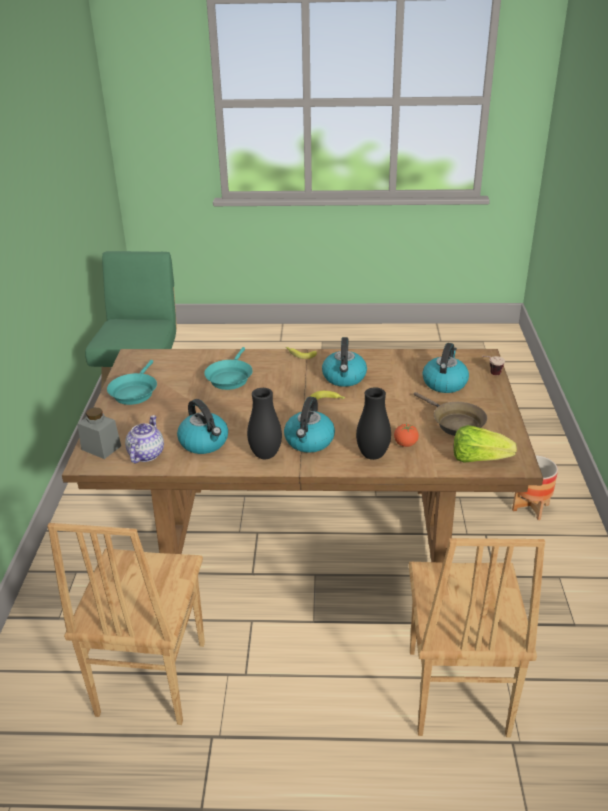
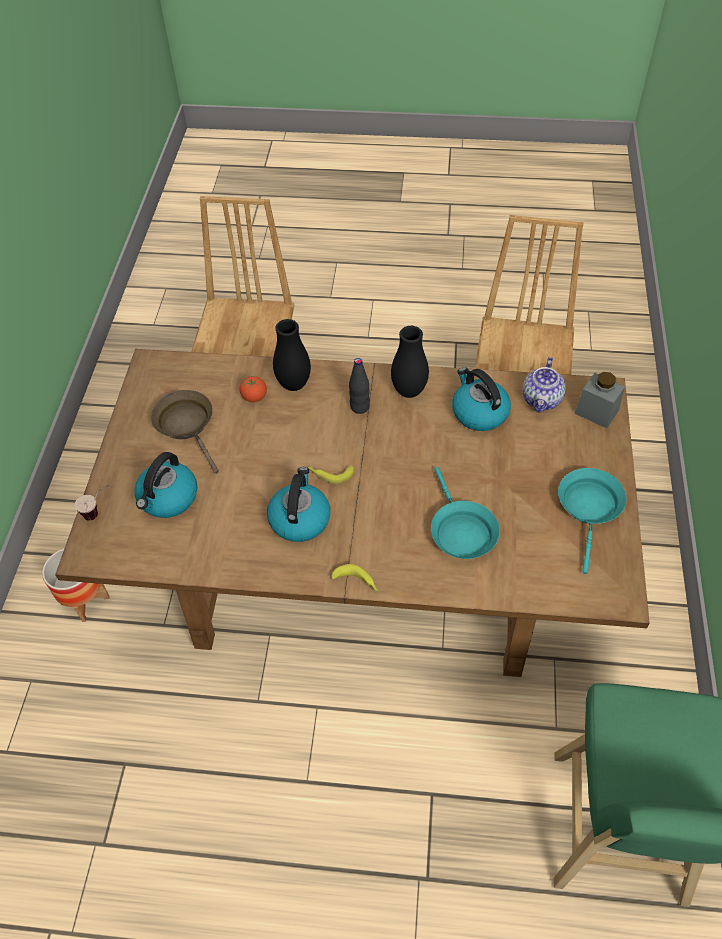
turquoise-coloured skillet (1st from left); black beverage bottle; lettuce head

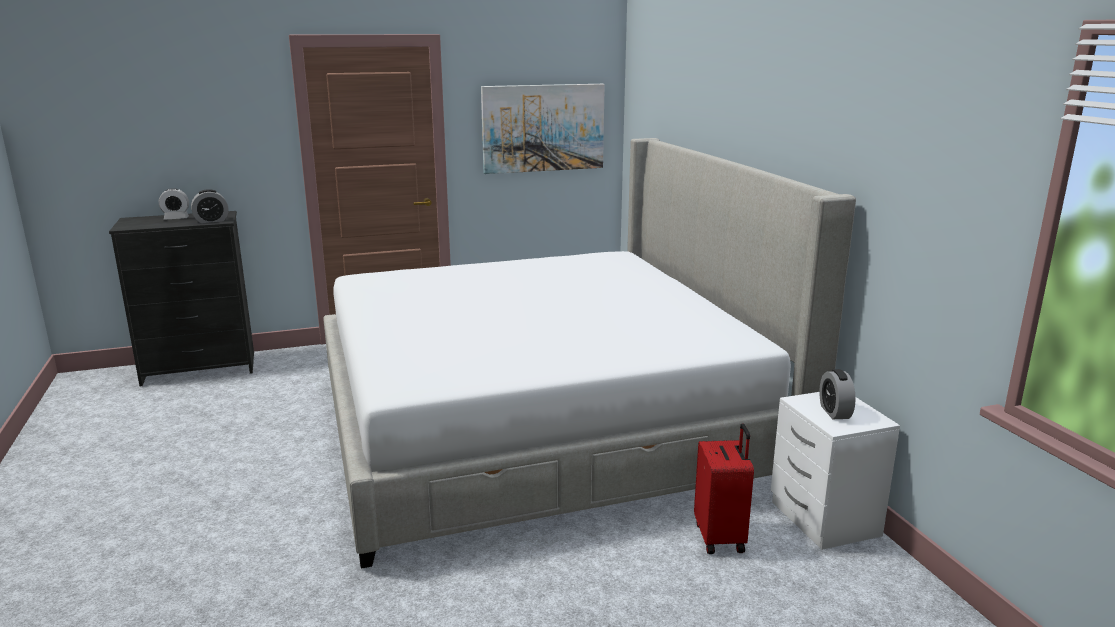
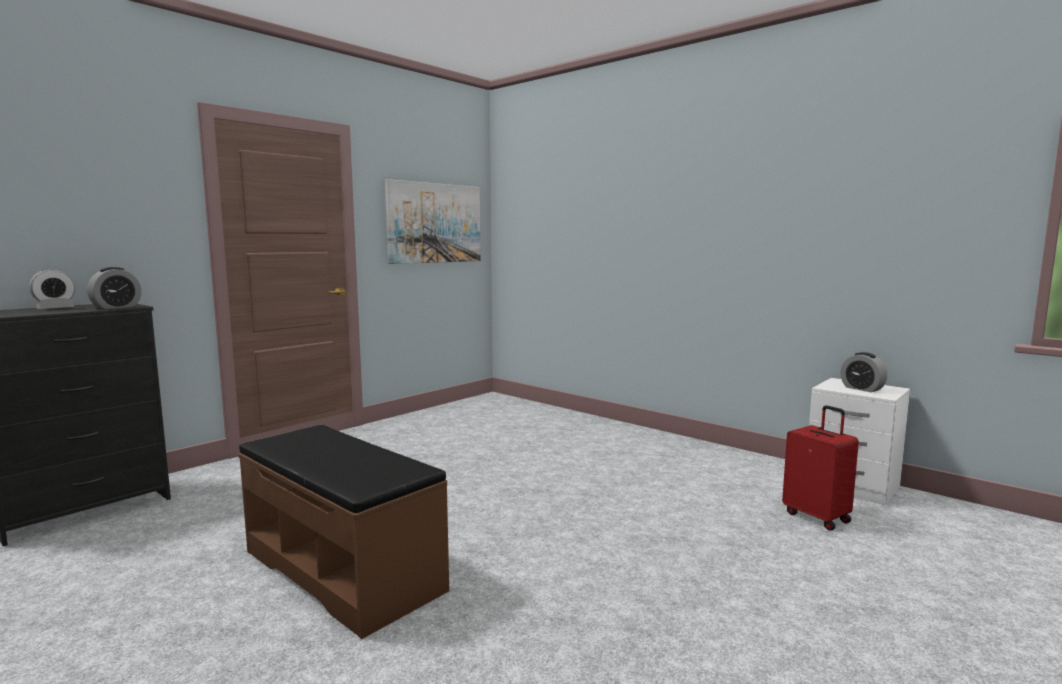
bedroom bed; brown indoor bench

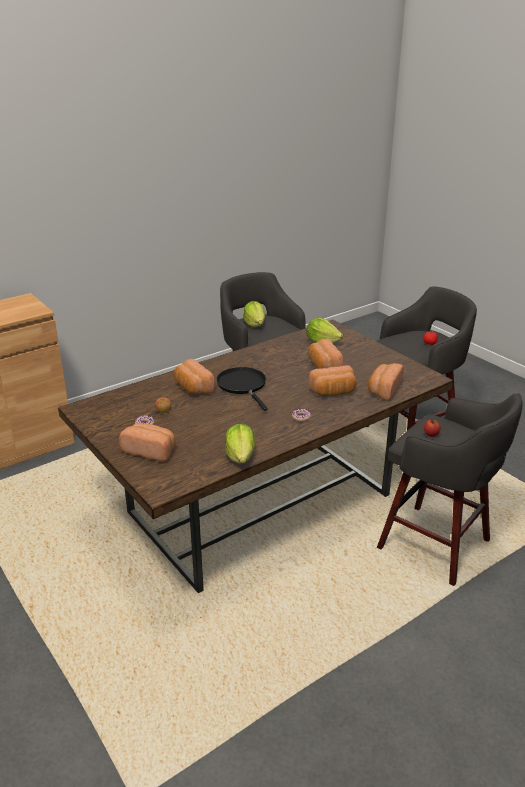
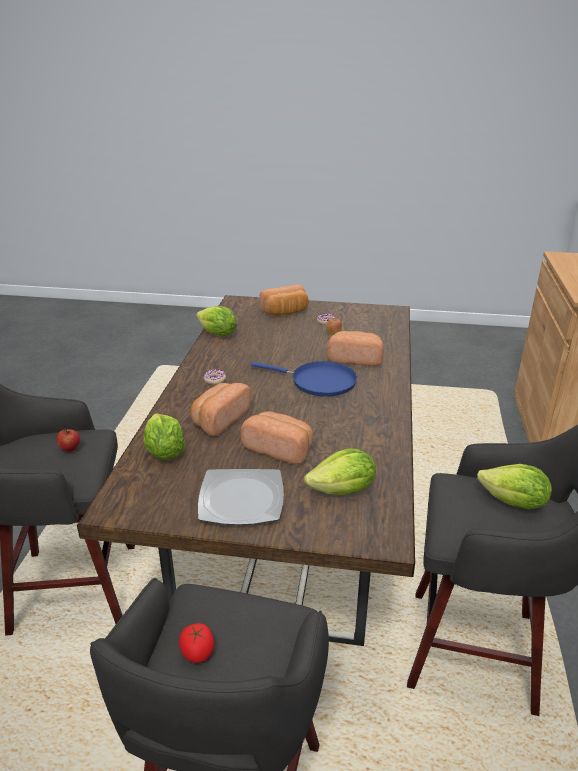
blue skillet; lettuce head (1st from left); plate

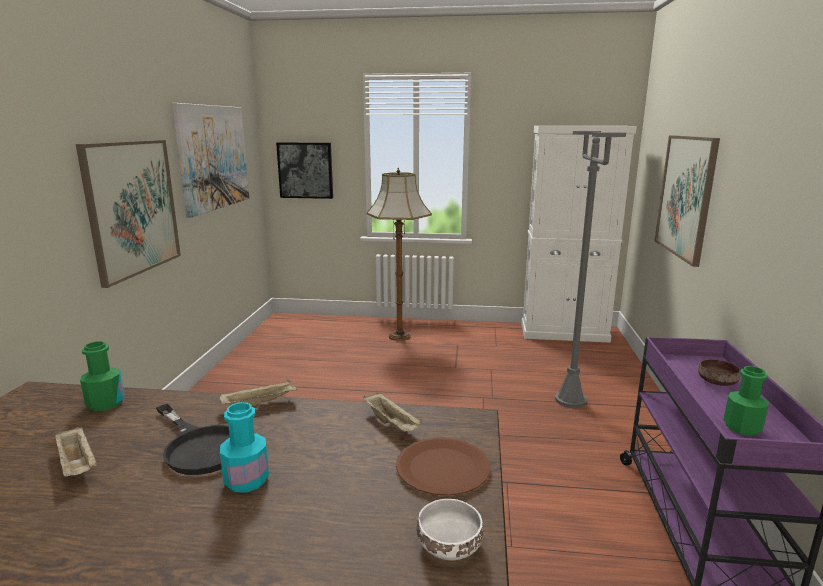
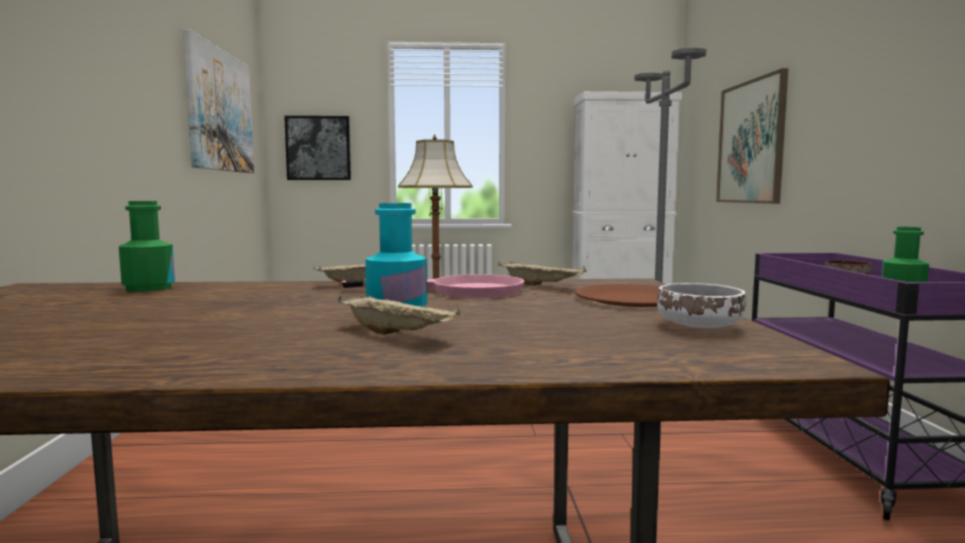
sand-coloured serving tray (2nd from left); wall art (1st from left in the first image); black skillet; pinkish skillet

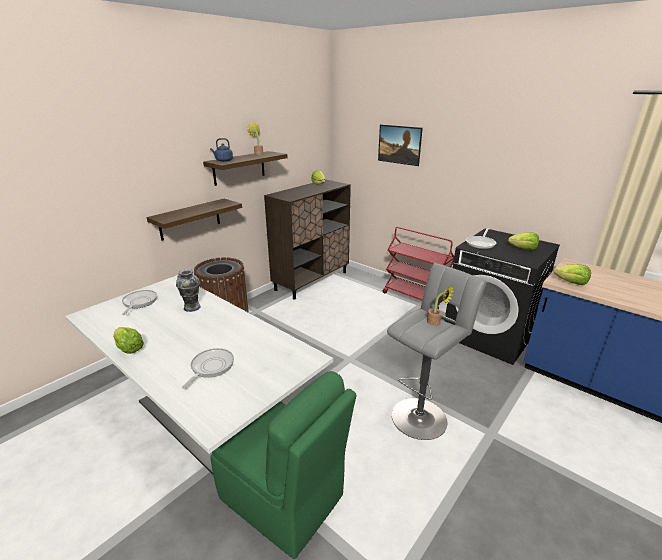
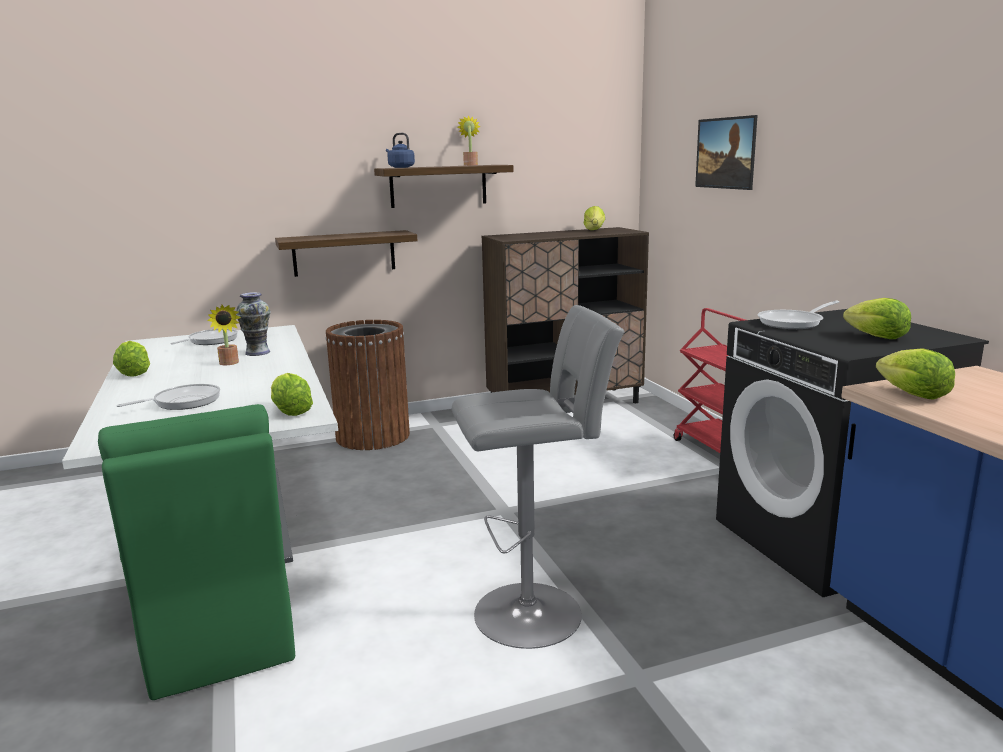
potted plant (1st from left); lettuce head (2nd from left)

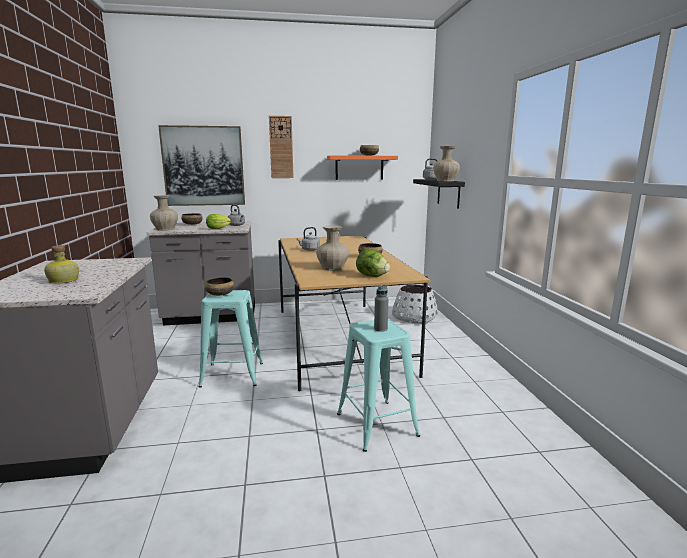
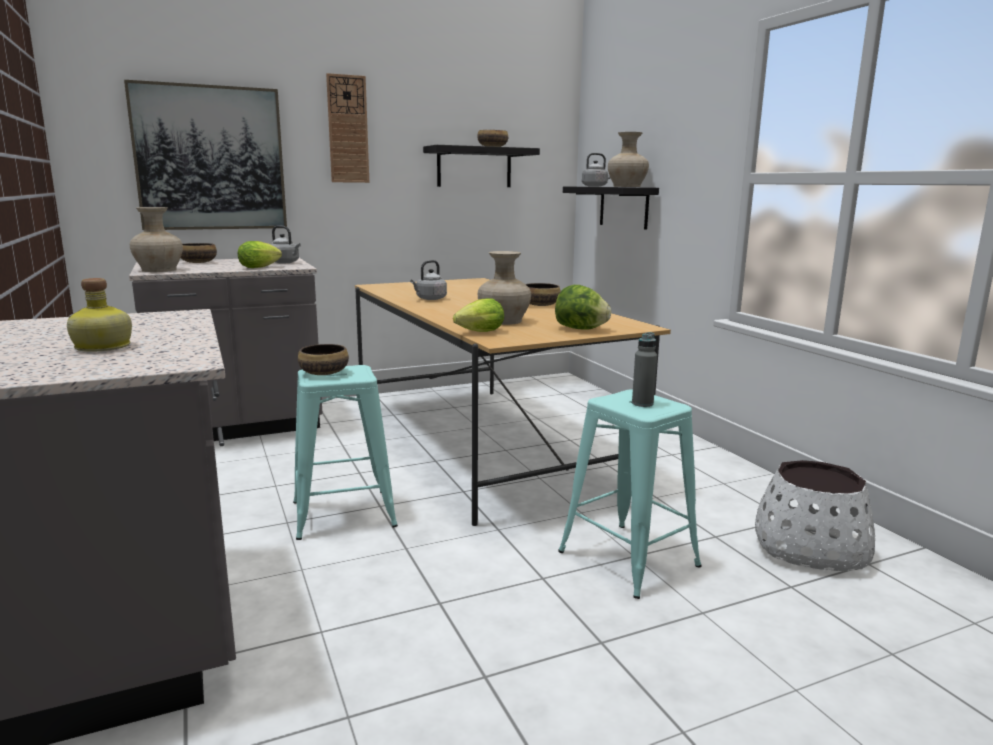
black wall shelf (1st from left); white flower pot; lettuce head (2nd from left)

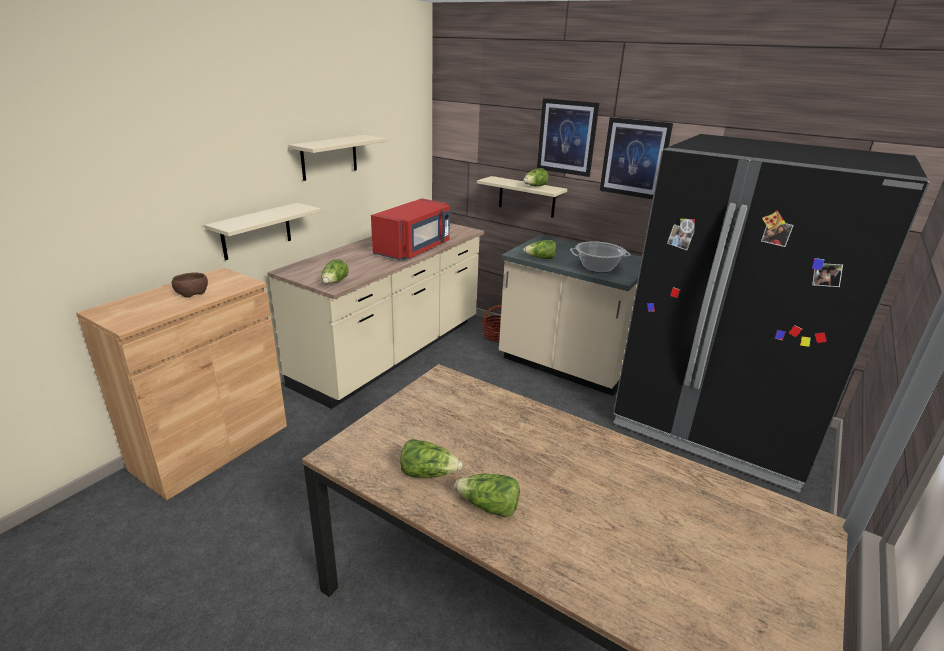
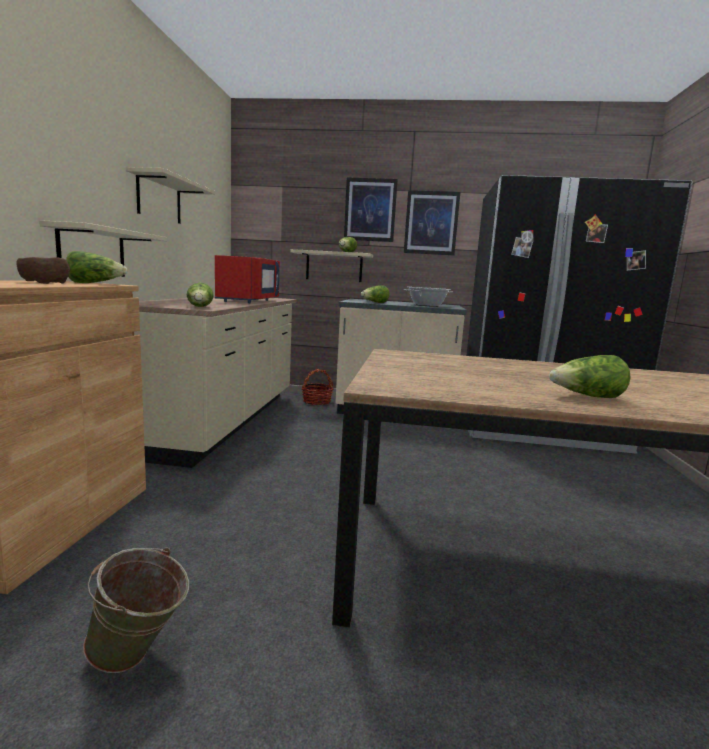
lettuce head (1st from left); greenish bucket

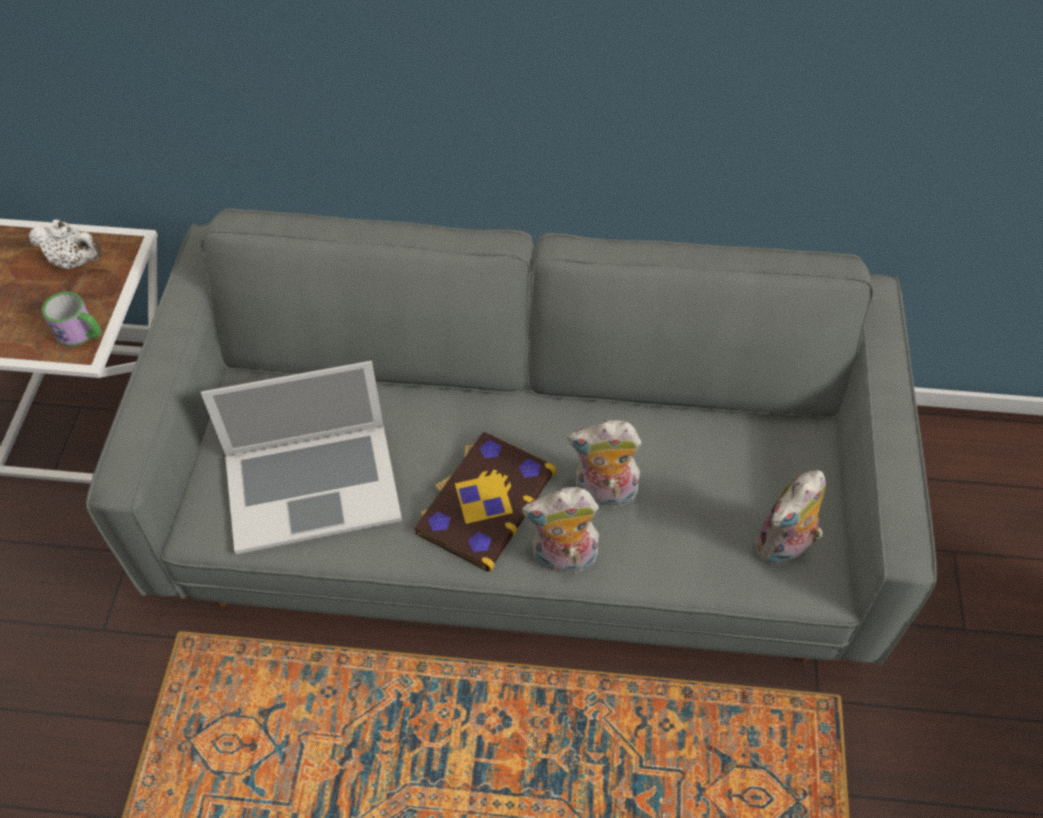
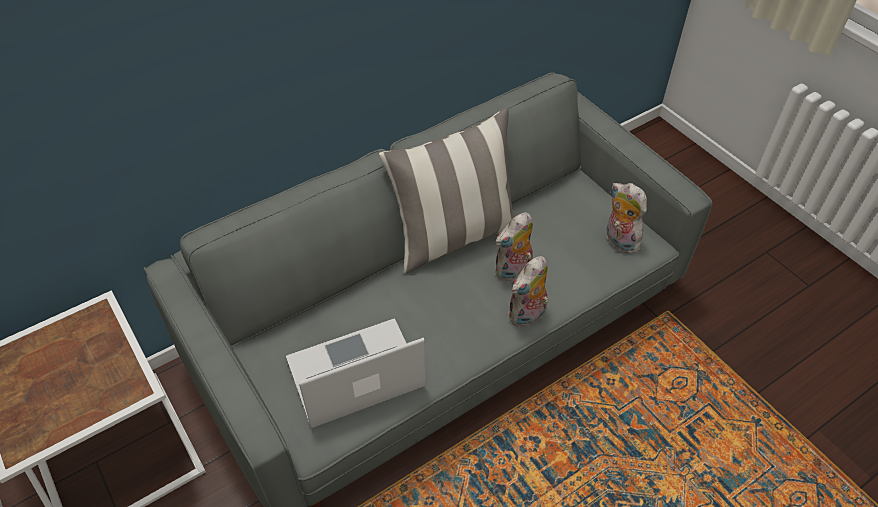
white teapot; tea mug; laptop; bound book; cuddly toy (3rd from left); cushion

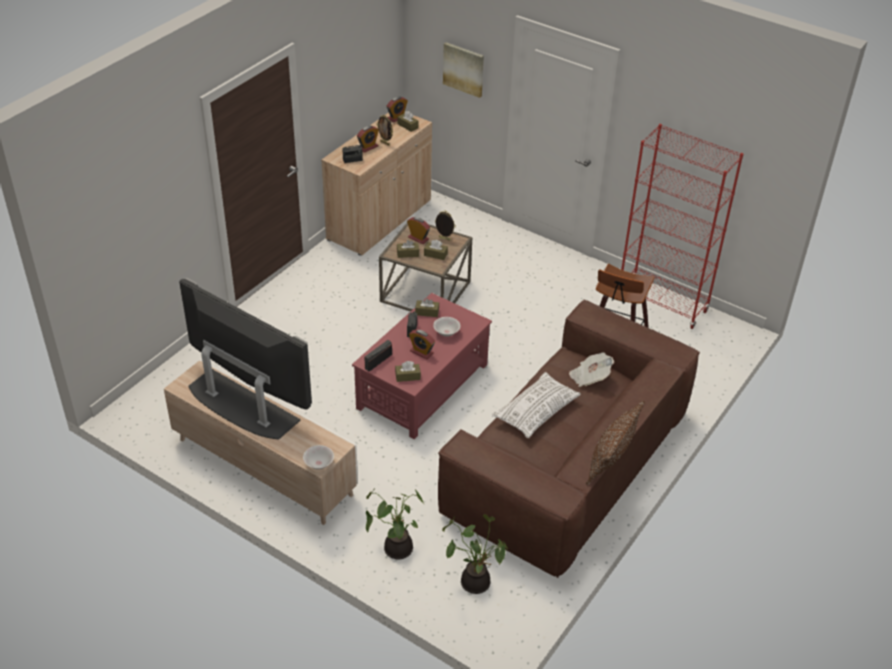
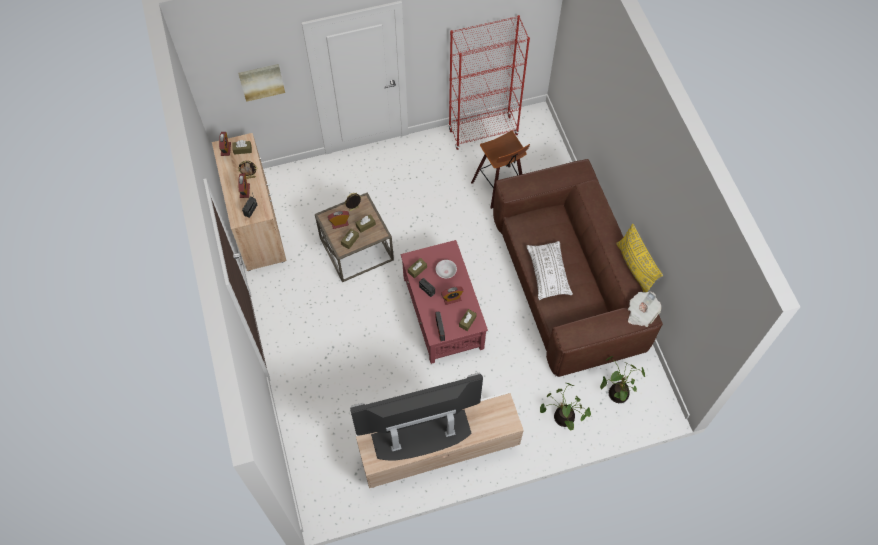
white serving bowl (1st from left in the first image); printed paper; yellow-coloured cushion

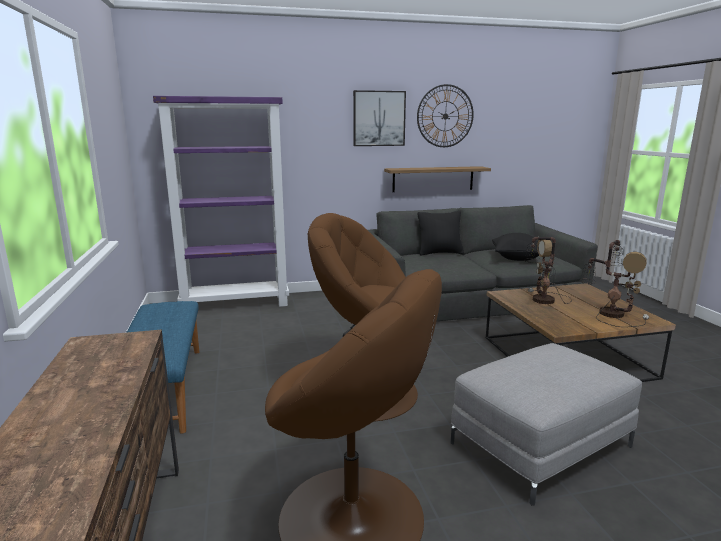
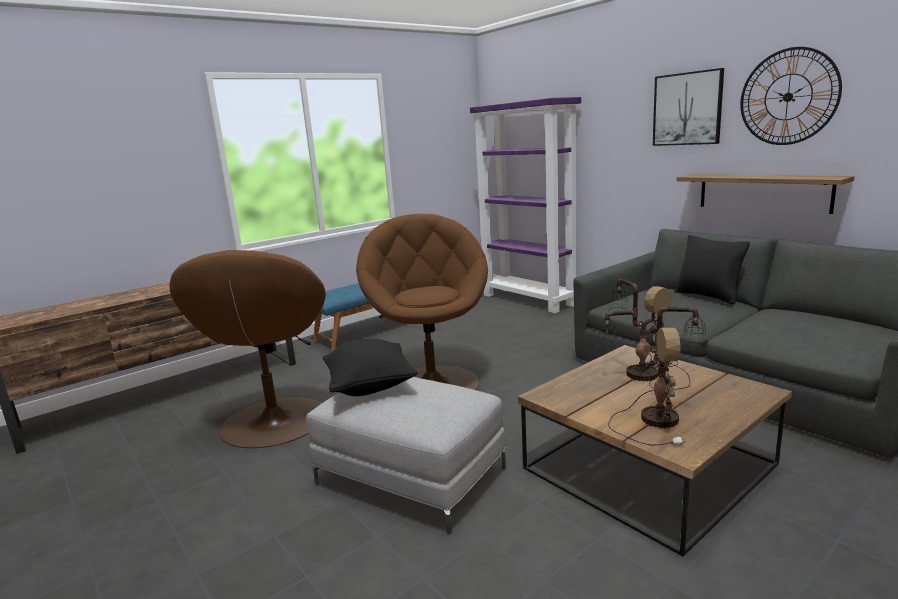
black cushion (1st from left)

